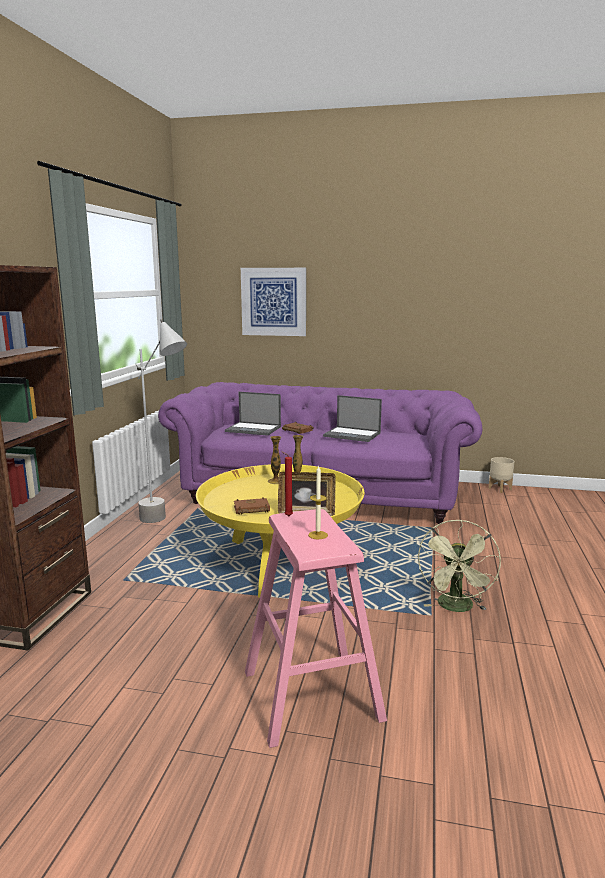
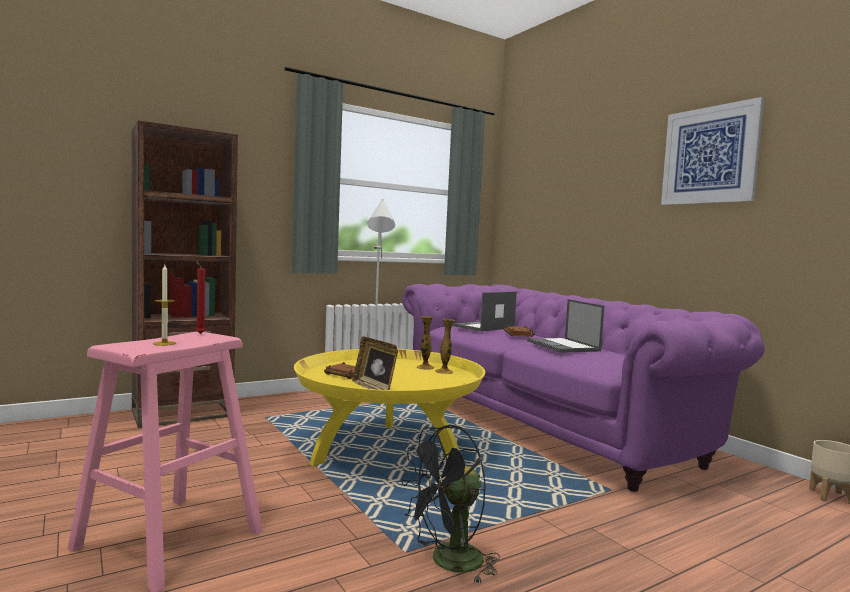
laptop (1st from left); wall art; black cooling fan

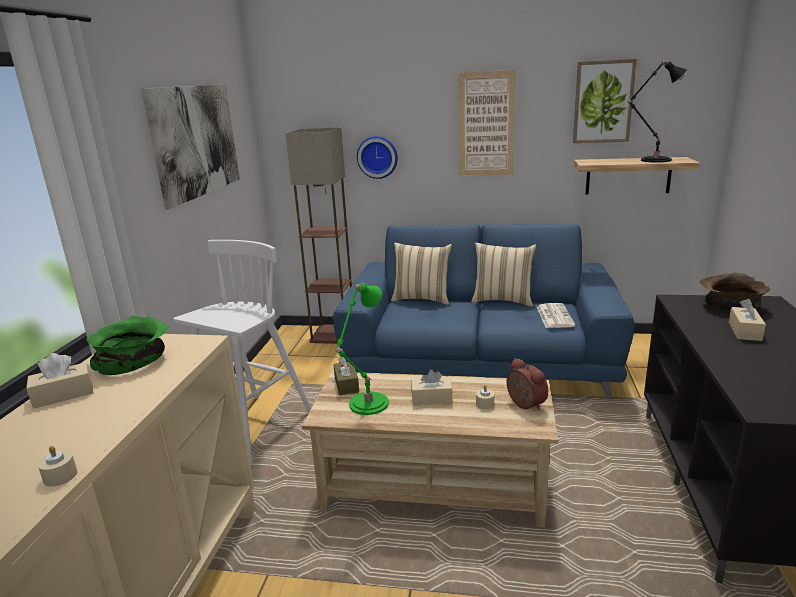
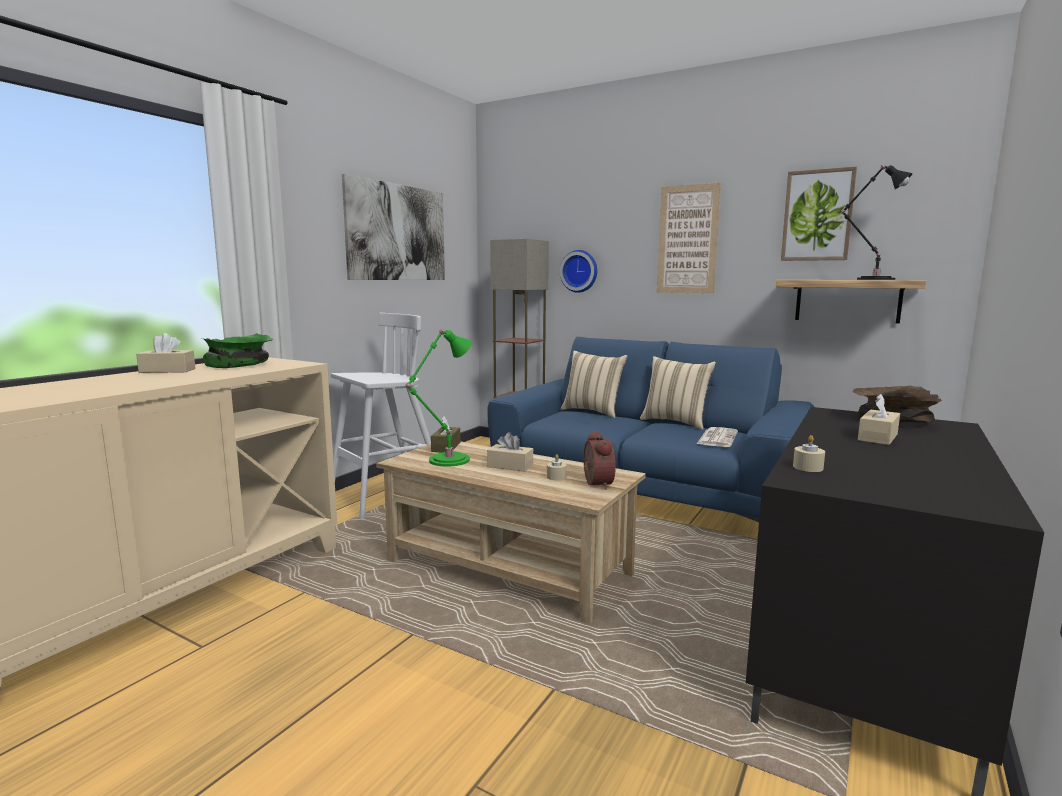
sand-coloured candle (2nd from left)

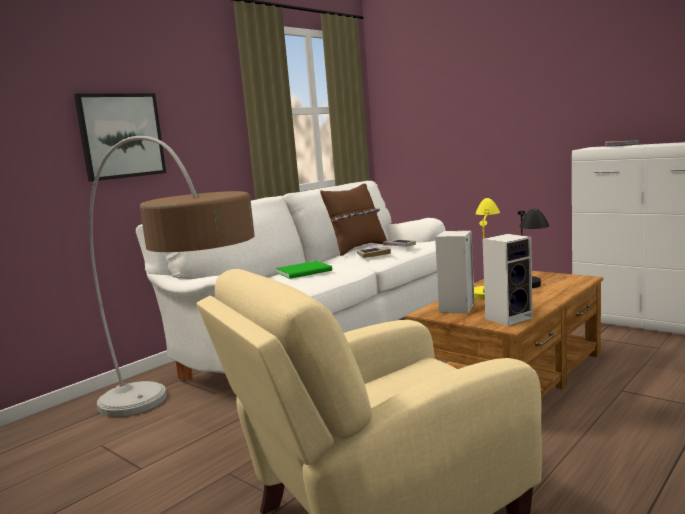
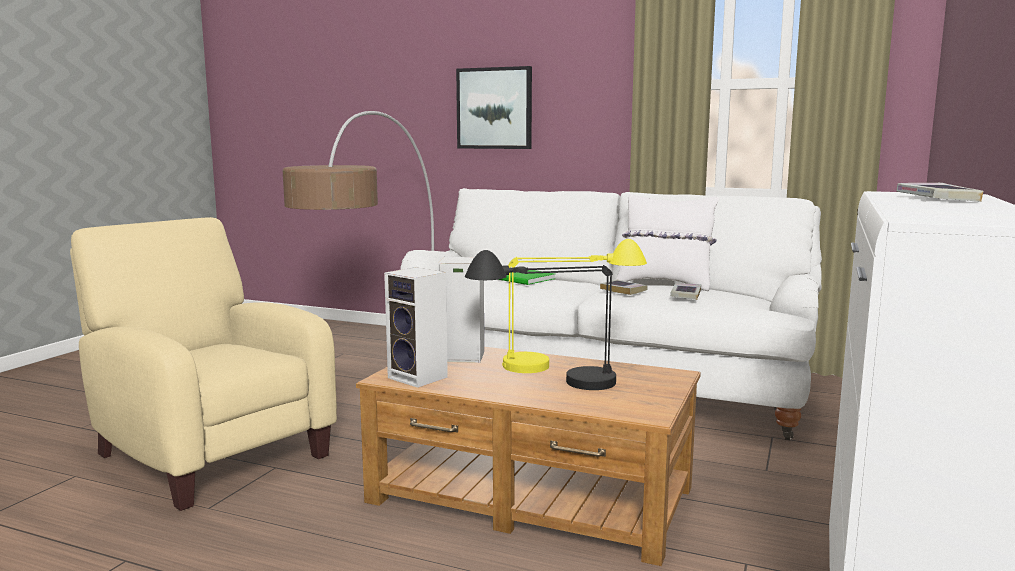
white cushion

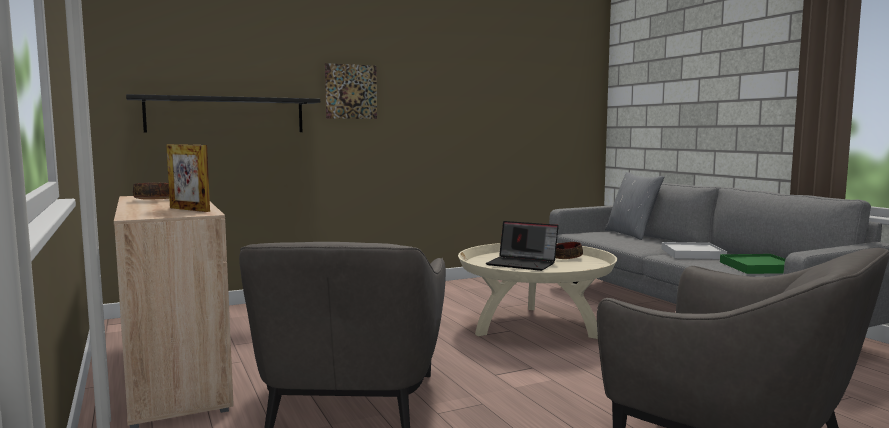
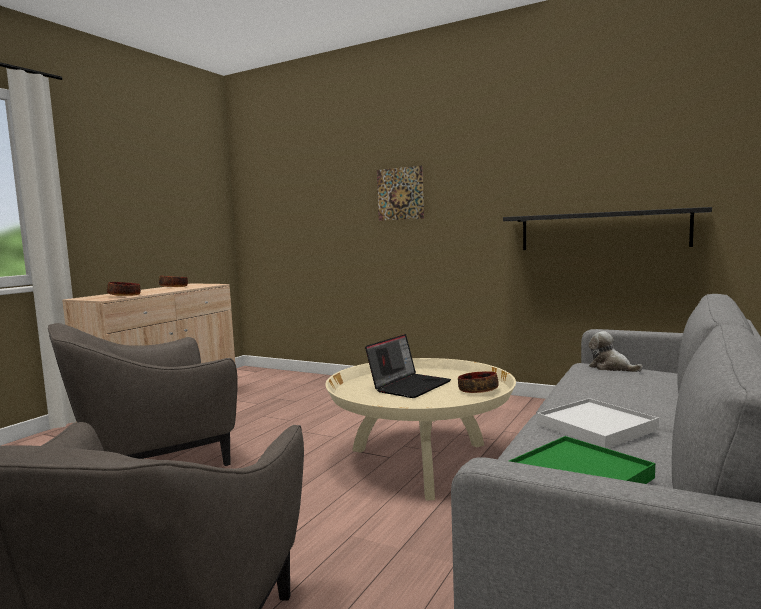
black wall shelf; serving bowl (1st from left); laptop; gray cushion; cuddly toy

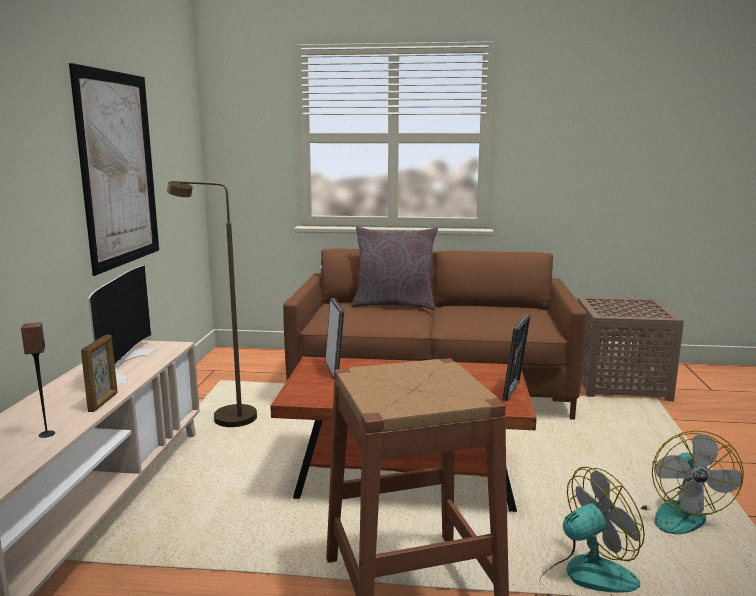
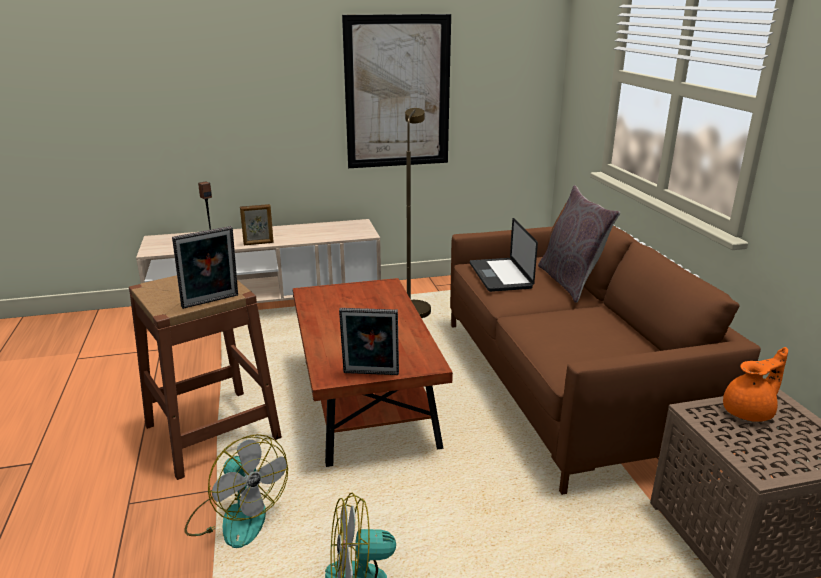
TV set; picture frame (1st from left); laptop; orange-coloured teapot

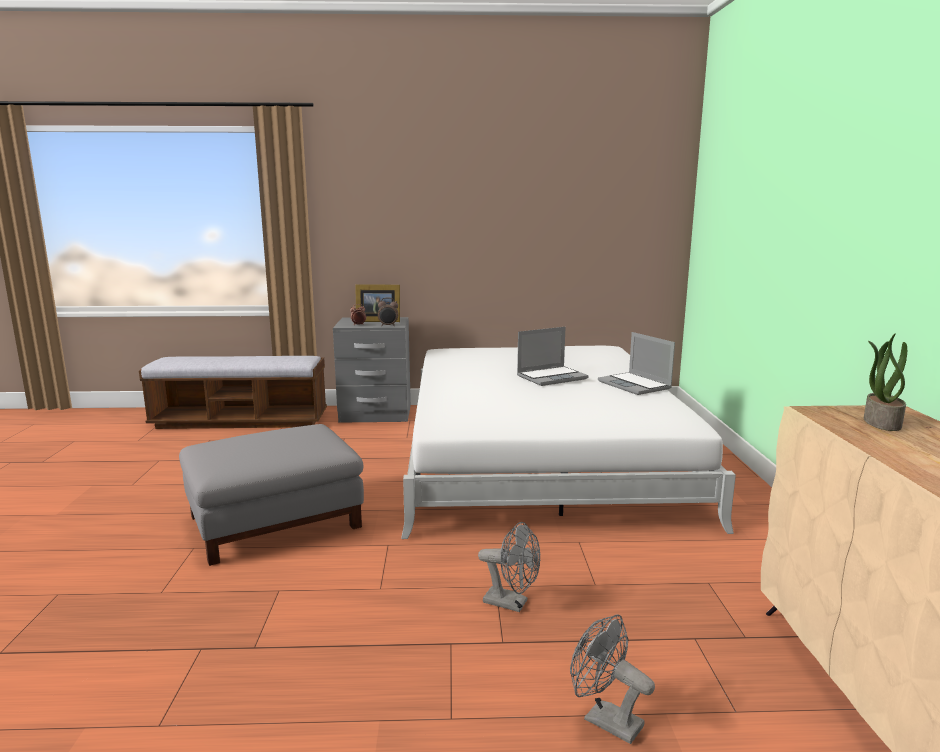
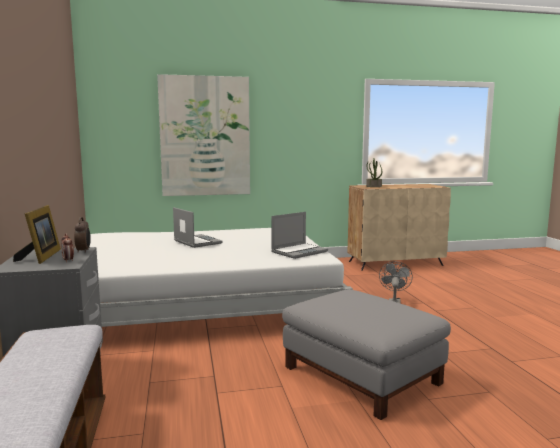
gray cooling fan (2nd from left in the first image); laptop (2nd from left); wall art

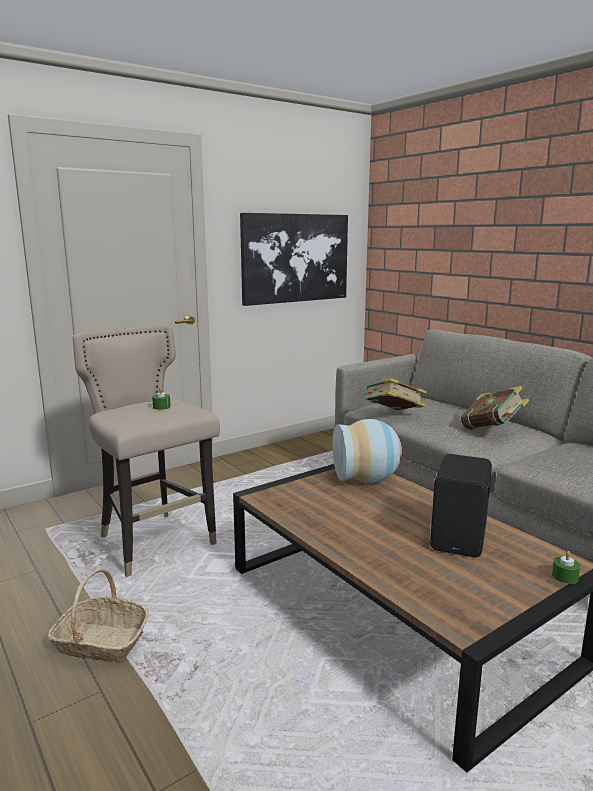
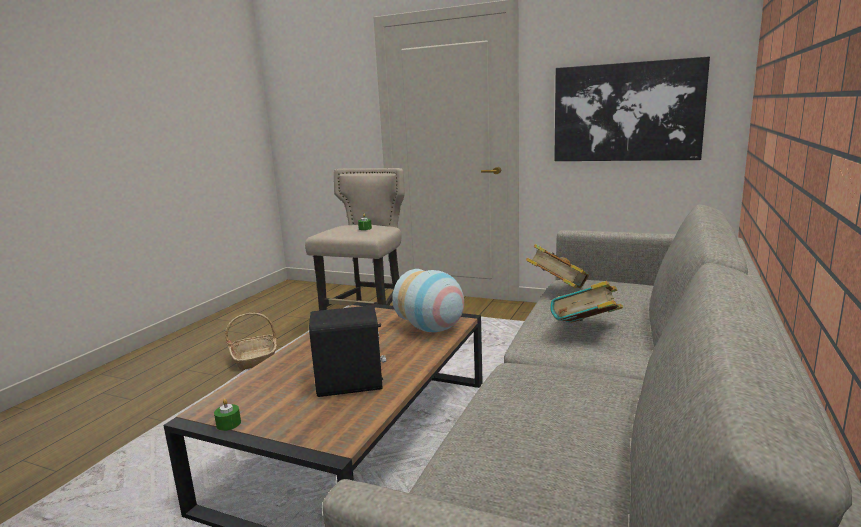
greenish candle (1st from left)

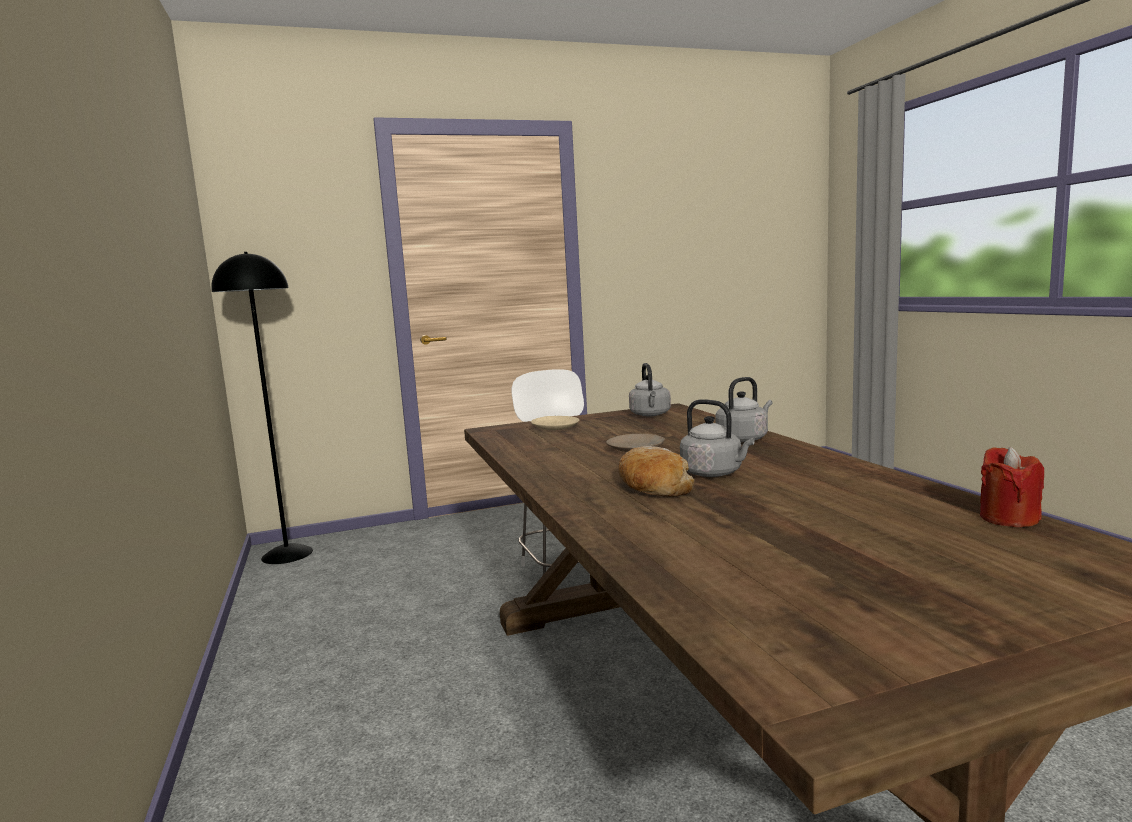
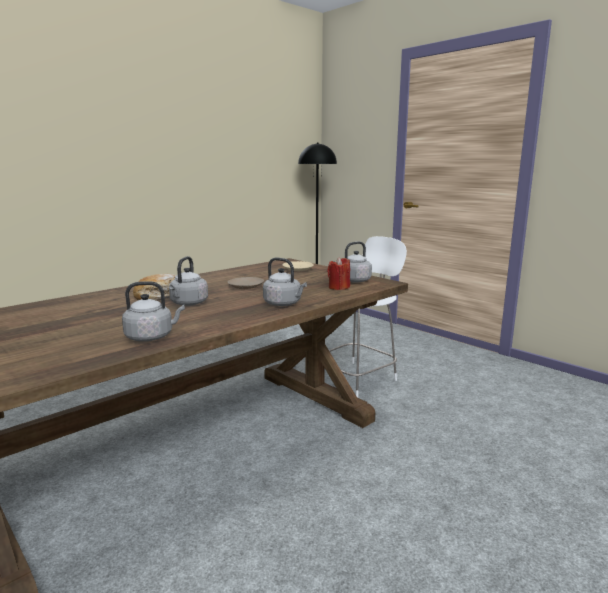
reddish candle; gray water kettle (1st from left)

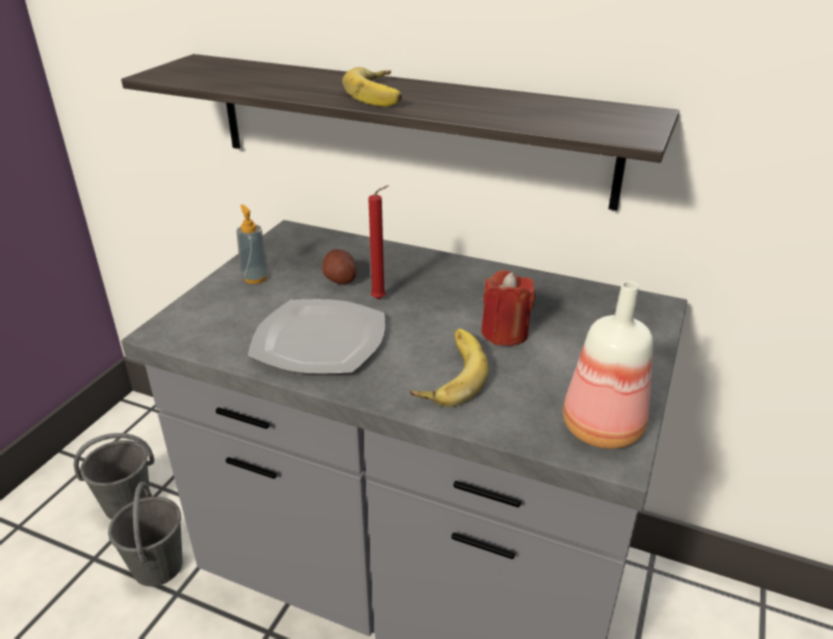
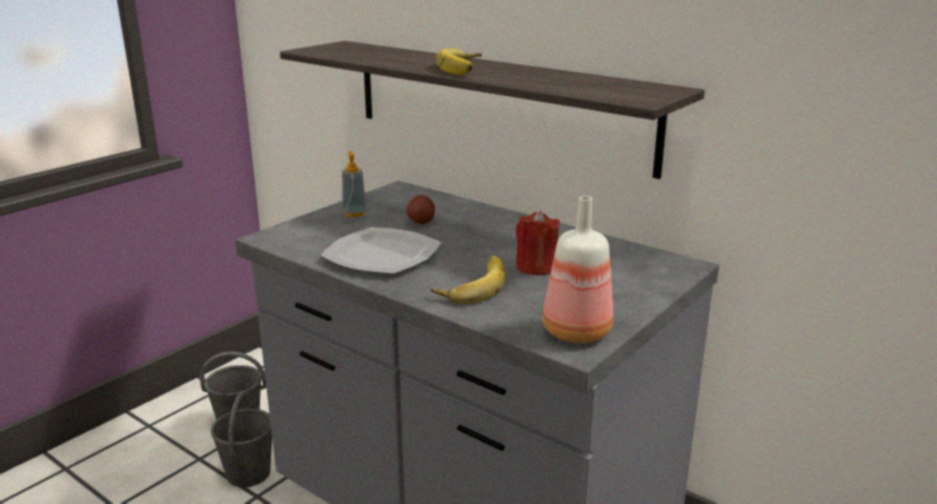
reddish candle (1st from left in the first image)

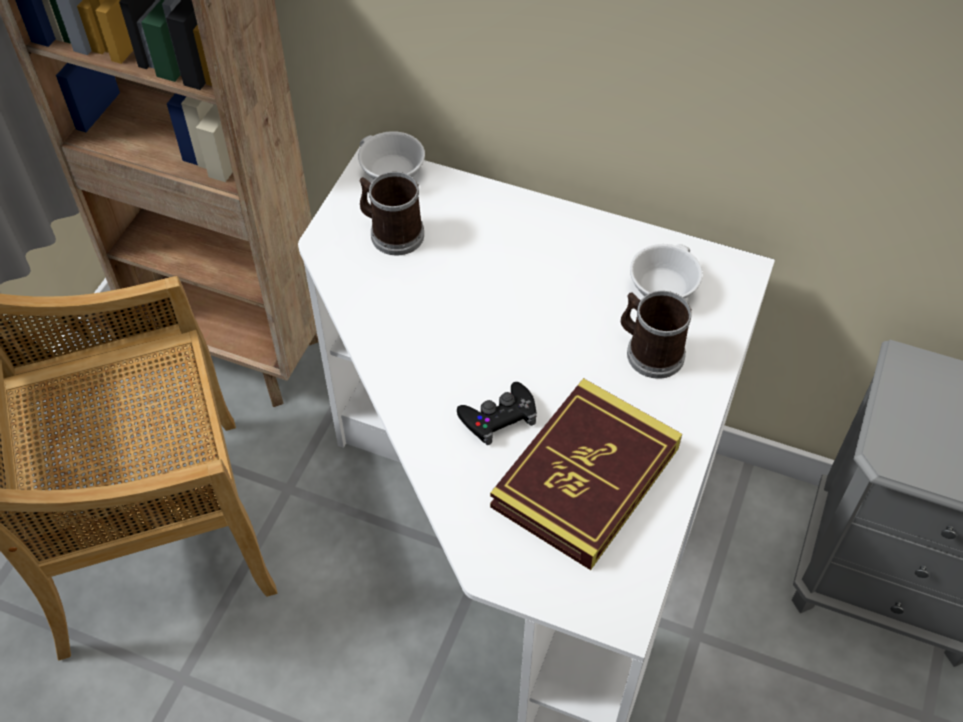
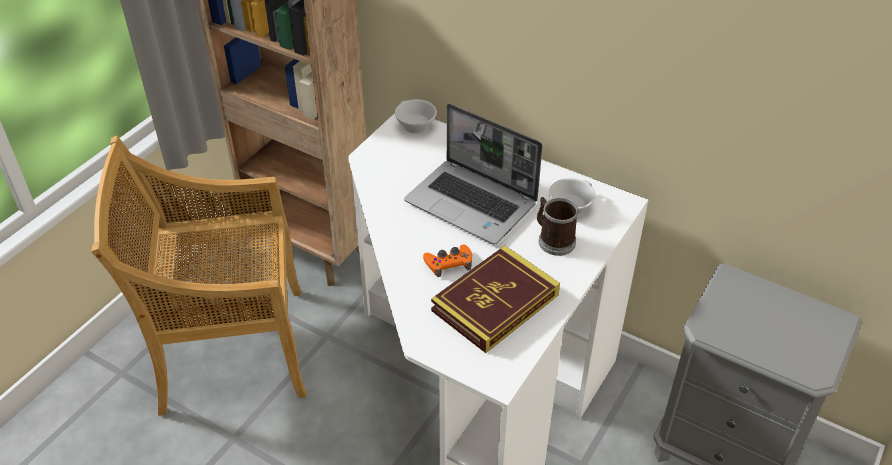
tea mug (1st from left in the first image); orange-coloured gamepad; laptop

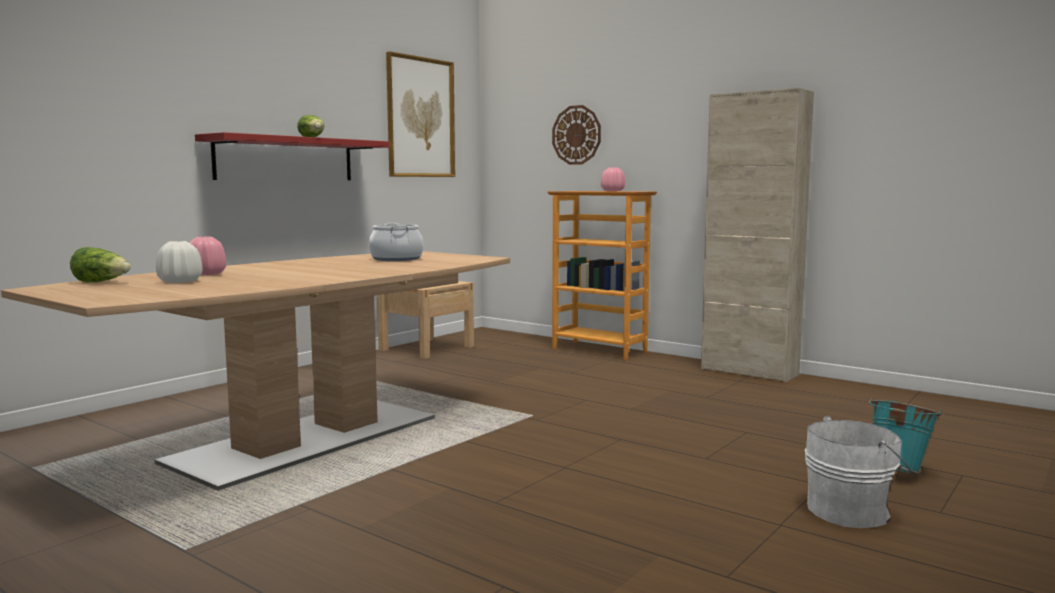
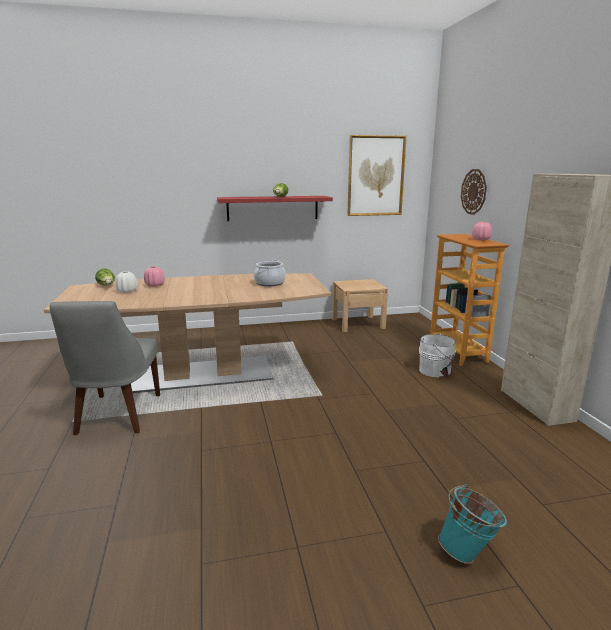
white bucket; gray upright chair

